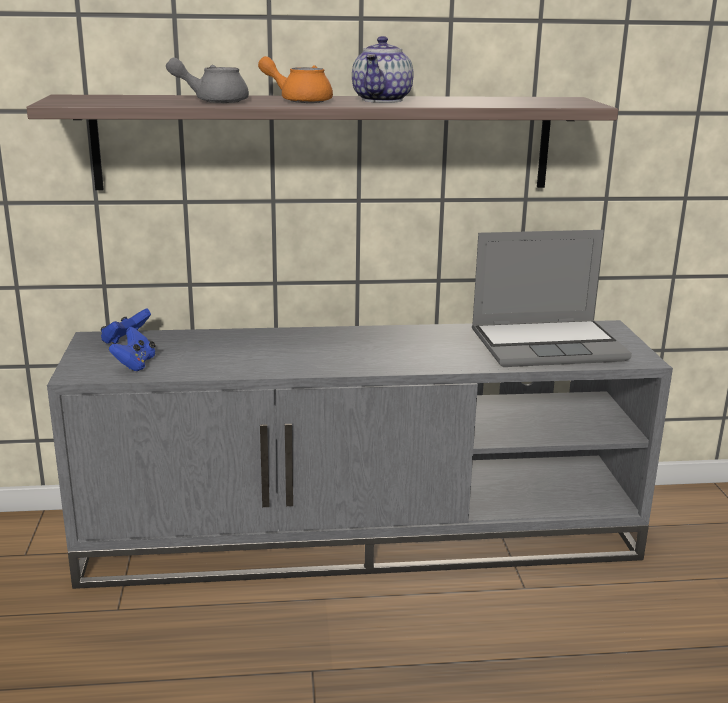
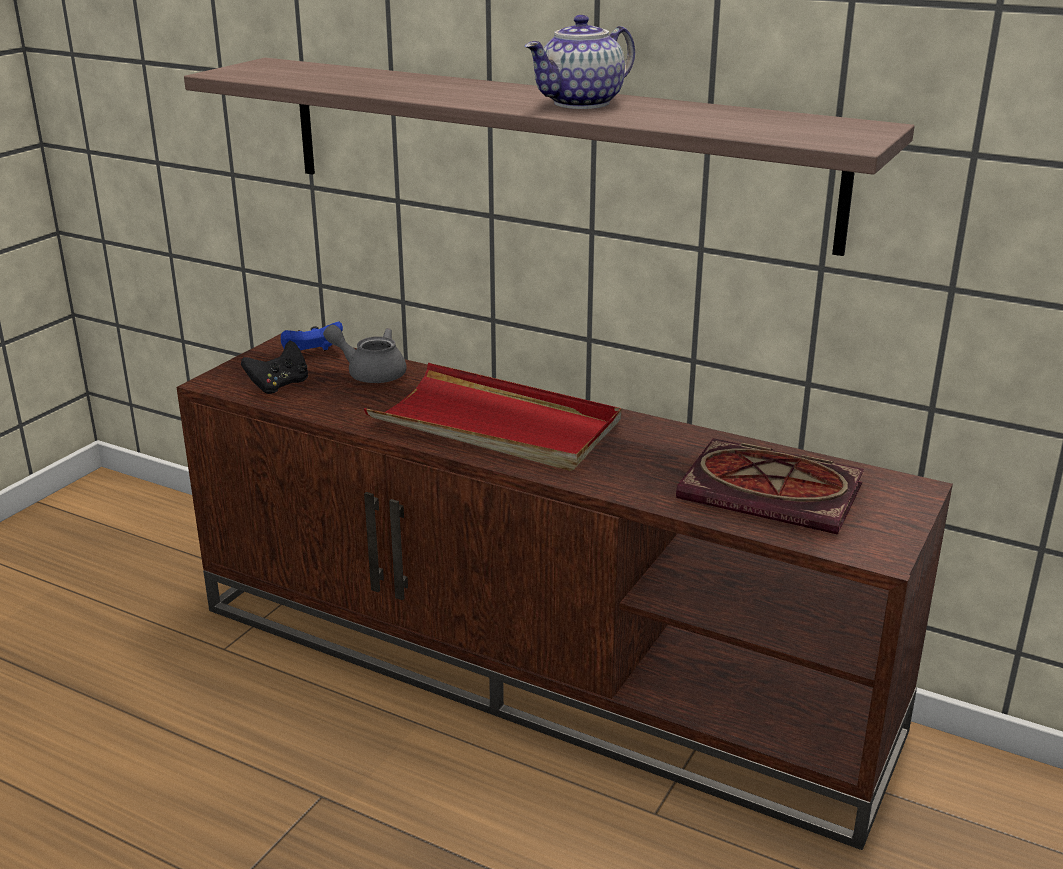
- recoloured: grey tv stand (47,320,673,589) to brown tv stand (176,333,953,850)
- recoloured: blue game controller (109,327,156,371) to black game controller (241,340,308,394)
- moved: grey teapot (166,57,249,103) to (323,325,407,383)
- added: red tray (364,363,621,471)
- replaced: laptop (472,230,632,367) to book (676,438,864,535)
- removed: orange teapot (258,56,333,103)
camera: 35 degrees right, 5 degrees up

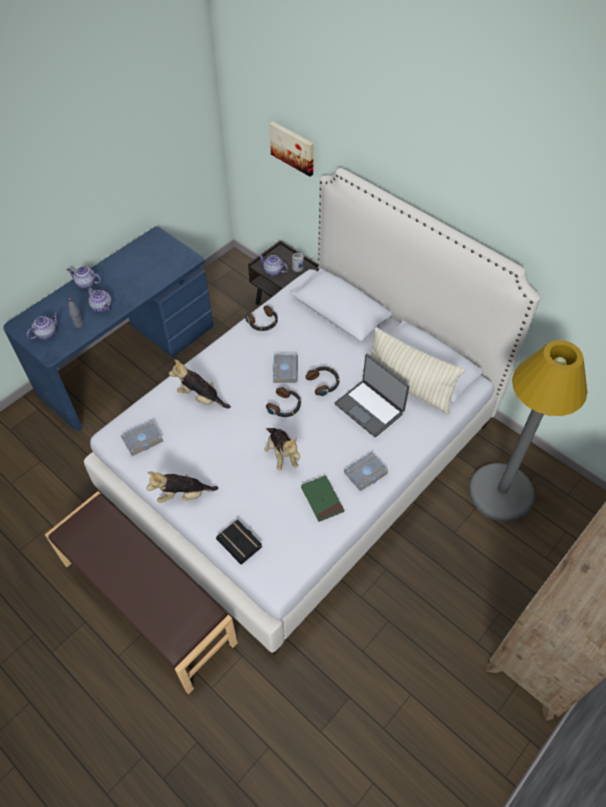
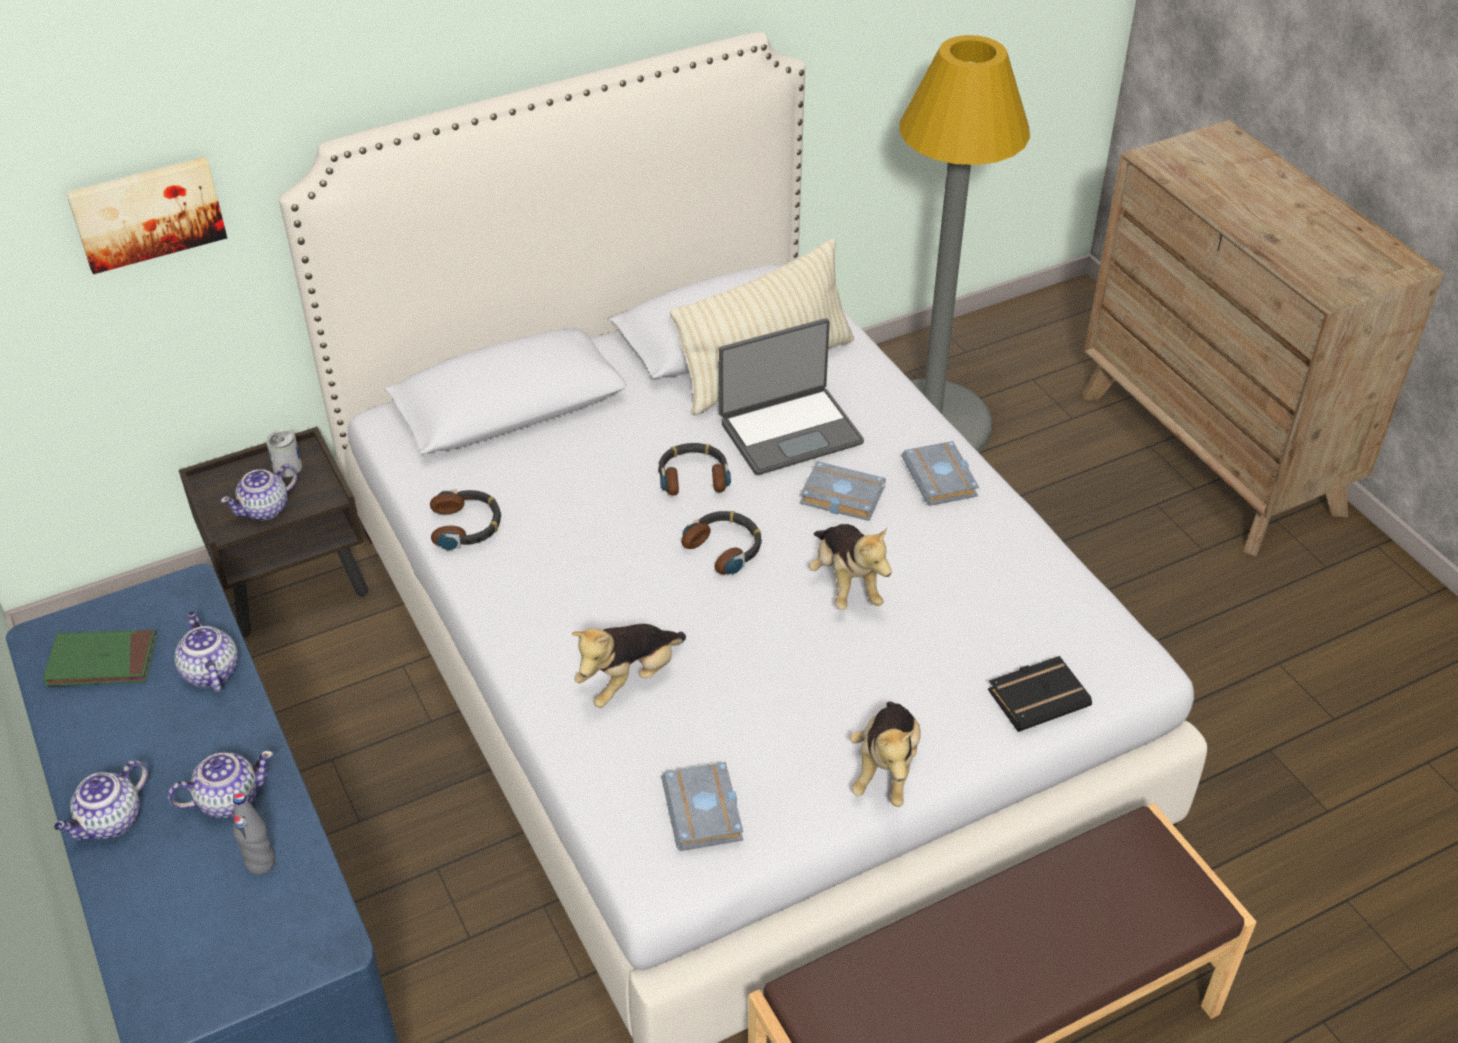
- moved: green book (301,476,344,522) to (43,630,157,686)
- moved: teapot (27,313,58,340) to (175,611,238,693)
- moved: grey book (273,354,298,383) to (800,461,886,521)
- turned: plush toy (264,428,300,471) = (809,524,892,610) 75 degrees clockwise
camera: 70 degrees left, 10 degrees down

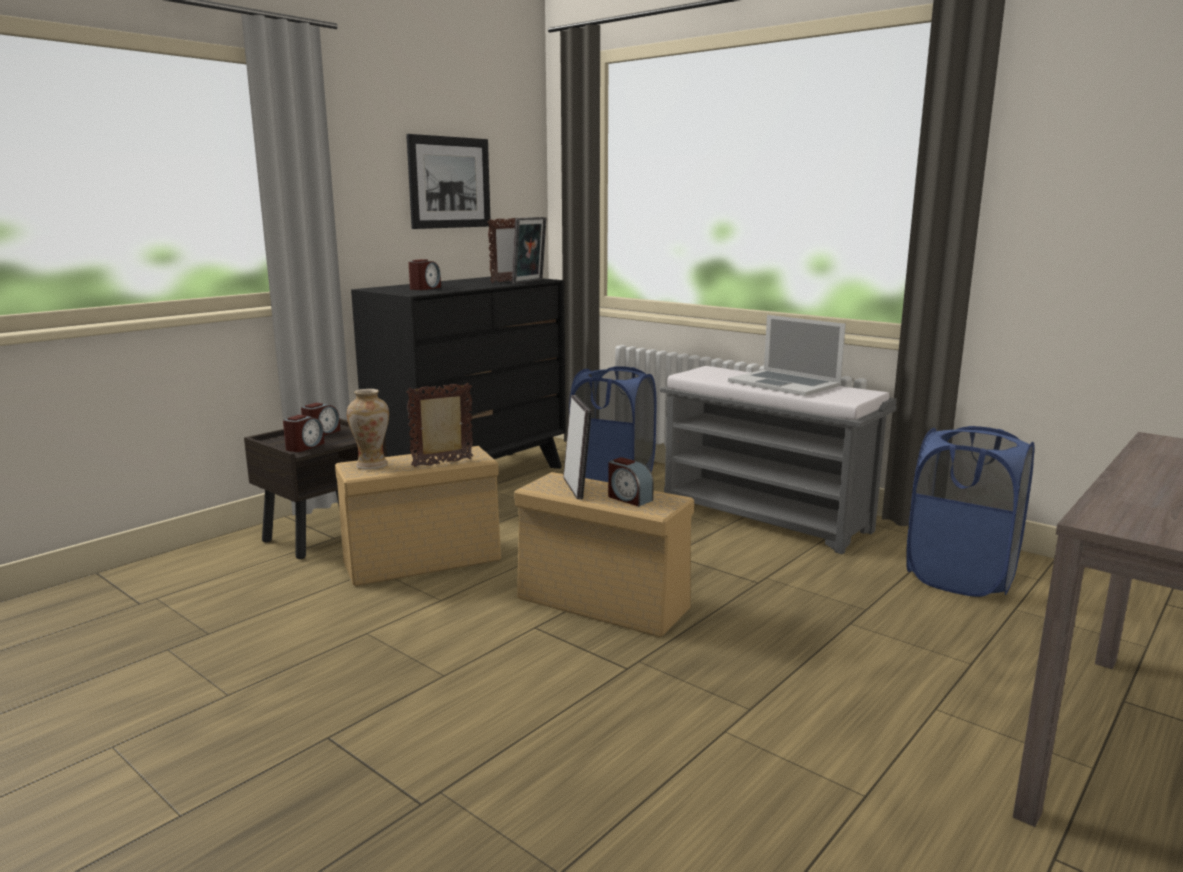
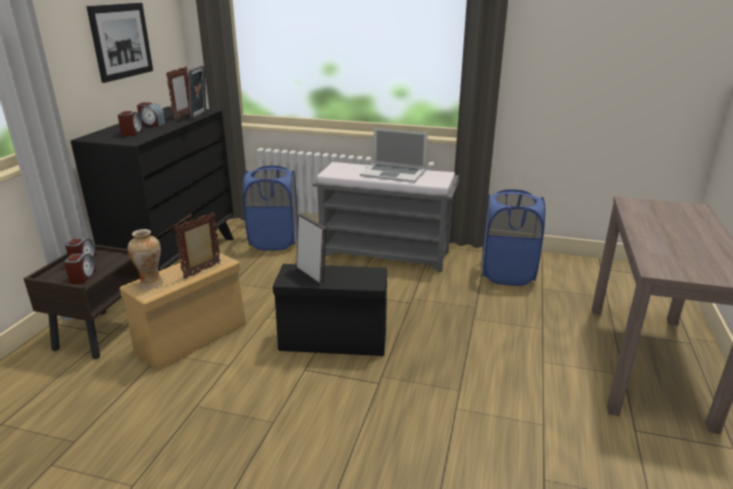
- moved: alarm clock (608,457,654,506) to (137,102,166,126)
- recoloured: beige storage box (514,472,694,637) to black storage box (273,264,387,356)
camera: 25 degrees left, 10 degrees up

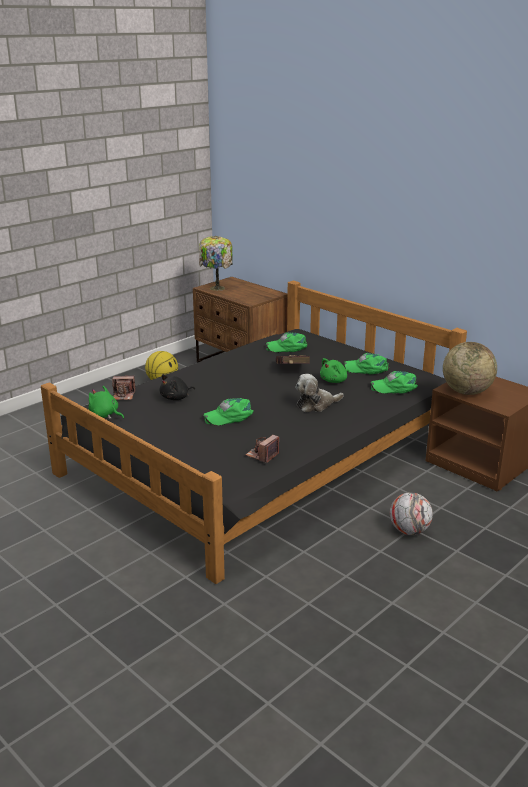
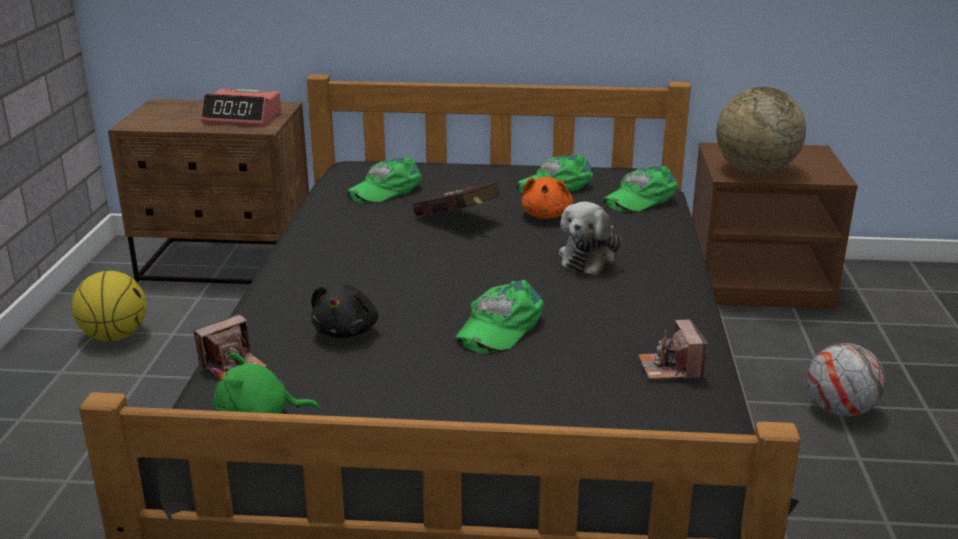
- added: alarm clock (201,89,281,126)
- recoloured: green plush toy (320,358,350,383) to orange plush toy (521,177,573,219)
- removed: table lamp (199,236,233,291)
camera: 40 degrees left, 0 degrees up

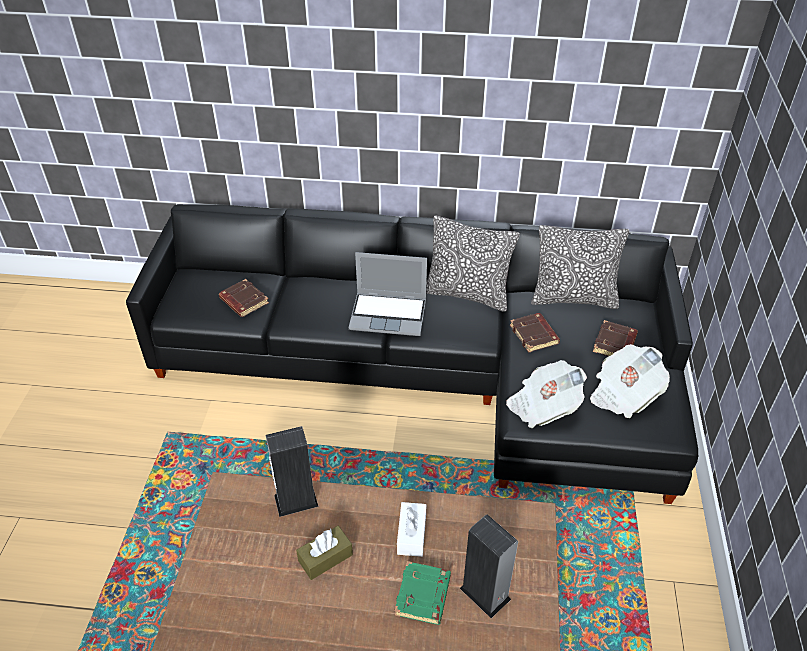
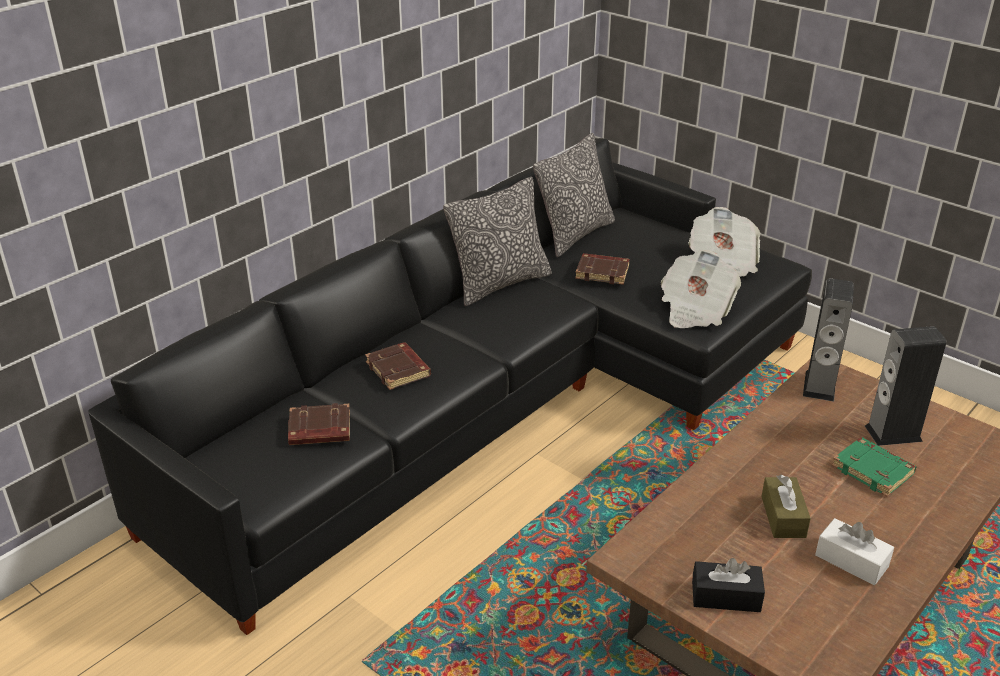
- moved: brown book (593,320,638,356) to (365,342,431,390)
- added: black tissue box (692,558,765,612)
- moved: speaker (266,426,319,517) to (803,278,854,402)
- moved: white tissue box (397,502,427,557) to (815,518,894,585)
- removed: laptop (349,252,427,336)
camera: 55 degrees left, 10 degrees down

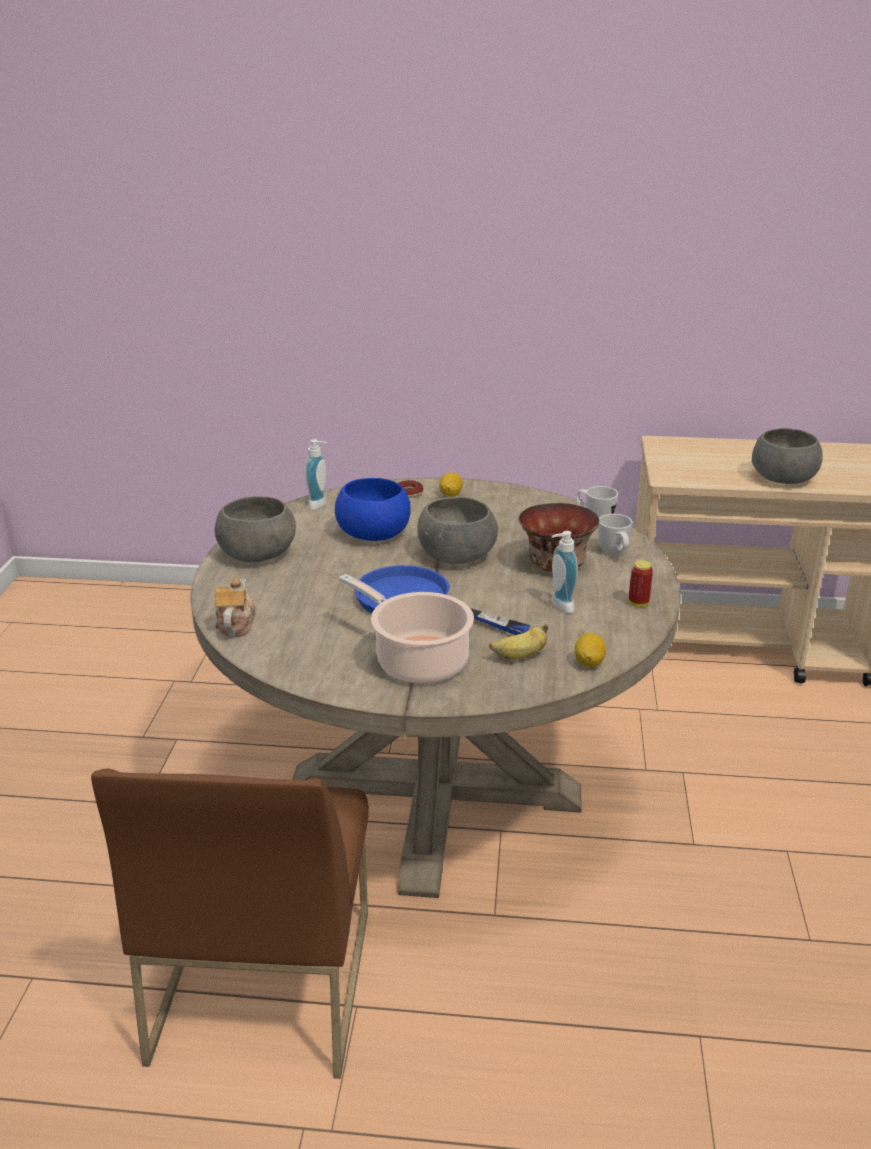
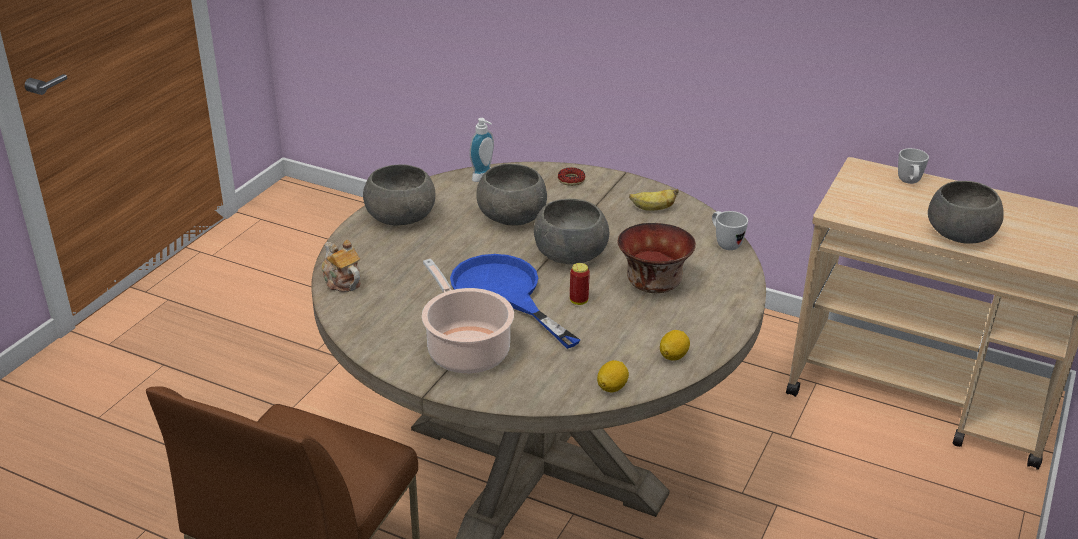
- turned: teapot (215,578,256,637) = (322,240,361,292) 60 degrees counterclockwise
- recoloured: blue bowl (335,478,411,541) to grey bowl (476,164,547,226)
- moved: can (629,560,653,607) to (570,263,590,305)
- moved: banana (489,624,548,660) to (629,189,679,211)
- moved: lemon (439,472,463,497) to (660,330,690,361)
- moved: white mug (598,514,633,555) to (898,148,929,184)
- removed: soap dispenser (551,531,578,613)
camera: 20 degrees right, 5 degrees up

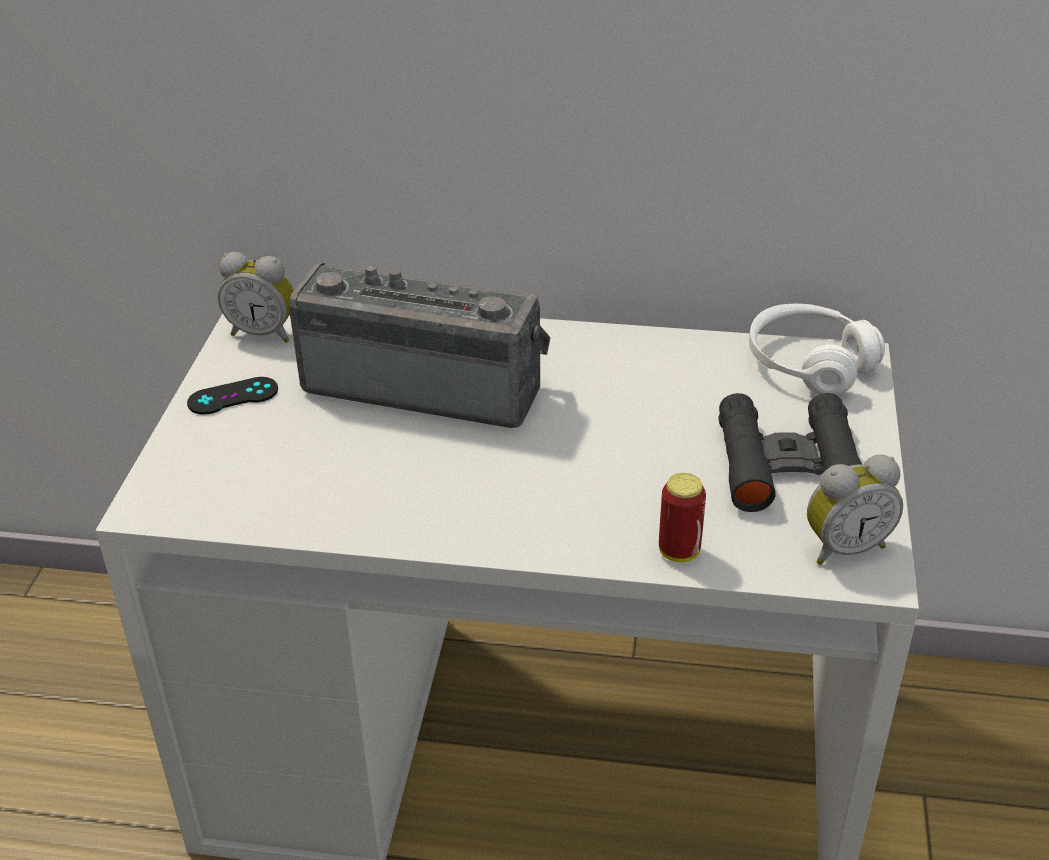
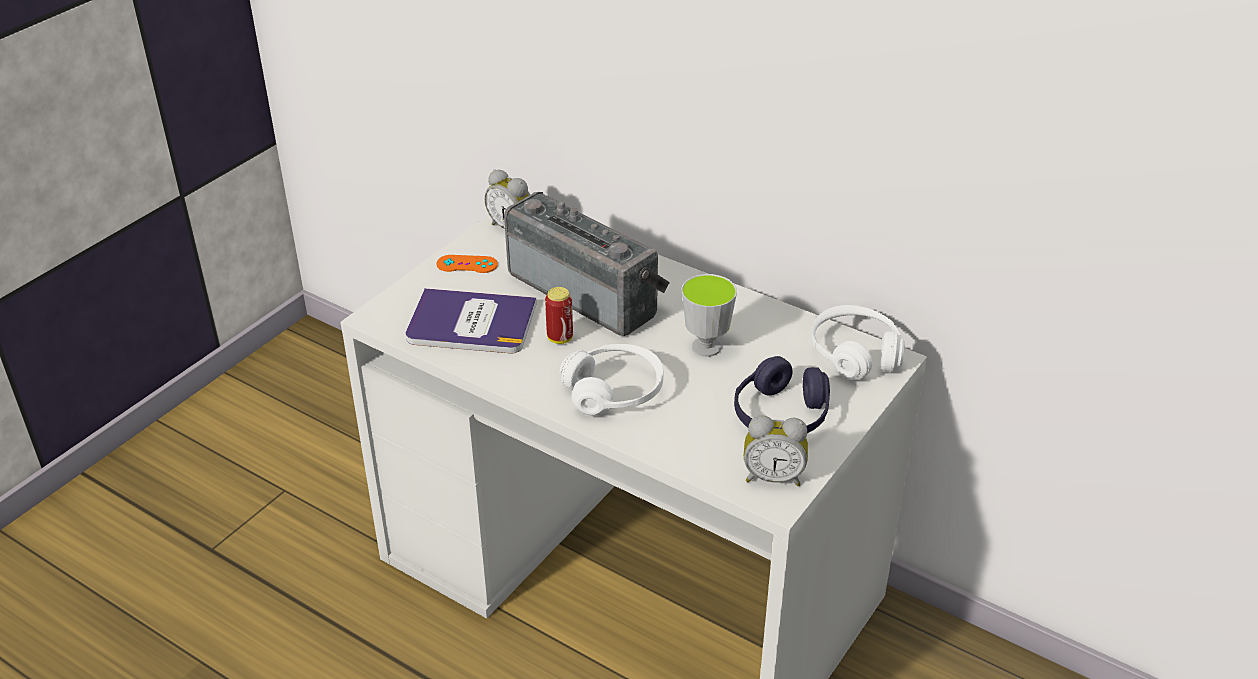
- added: book (406,288,537,353)
- recoloured: black game controller (187,377,278,415) to orange game controller (436,255,498,273)
- moved: can (659,473,706,562) to (545,287,573,344)
- added: white headphones (560,344,663,416)
- added: cup (682,274,737,357)
- replaced: black binoculars (719,393,862,512) to purple headphones (734,356,830,433)
camera: 25 degrees right, 0 degrees up

